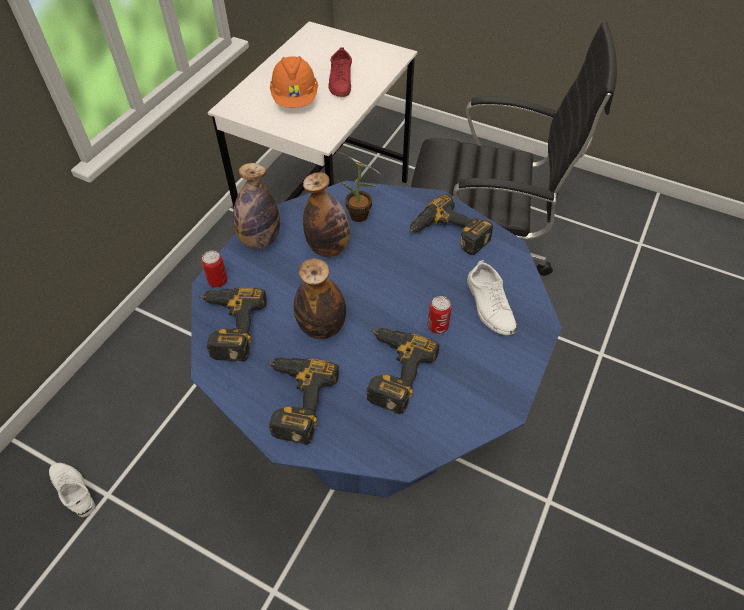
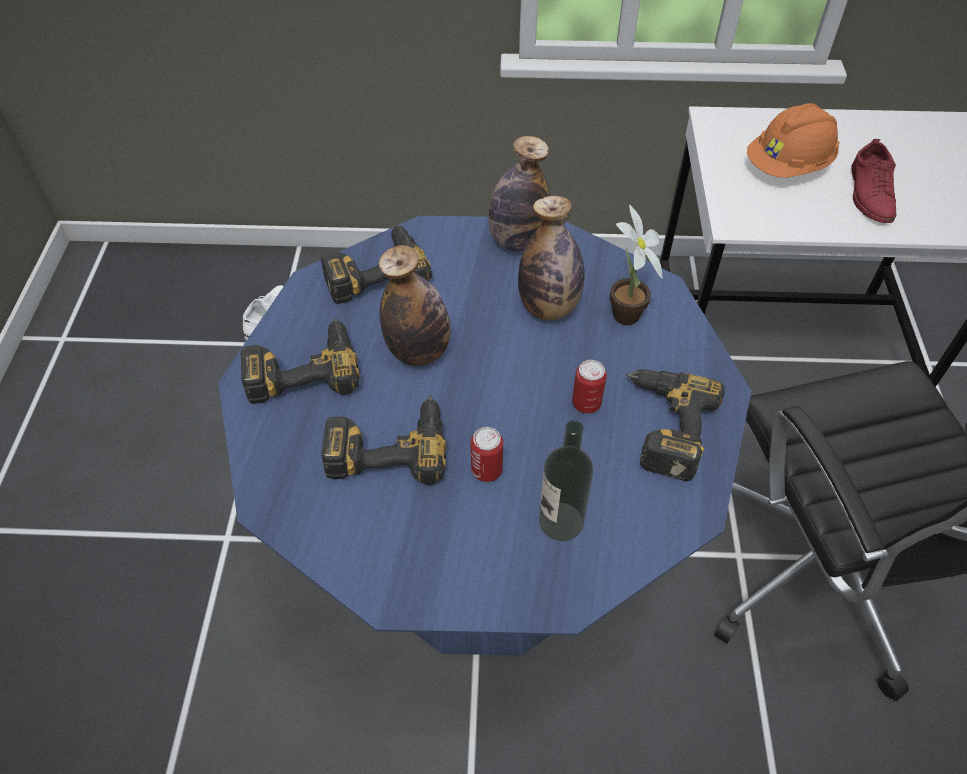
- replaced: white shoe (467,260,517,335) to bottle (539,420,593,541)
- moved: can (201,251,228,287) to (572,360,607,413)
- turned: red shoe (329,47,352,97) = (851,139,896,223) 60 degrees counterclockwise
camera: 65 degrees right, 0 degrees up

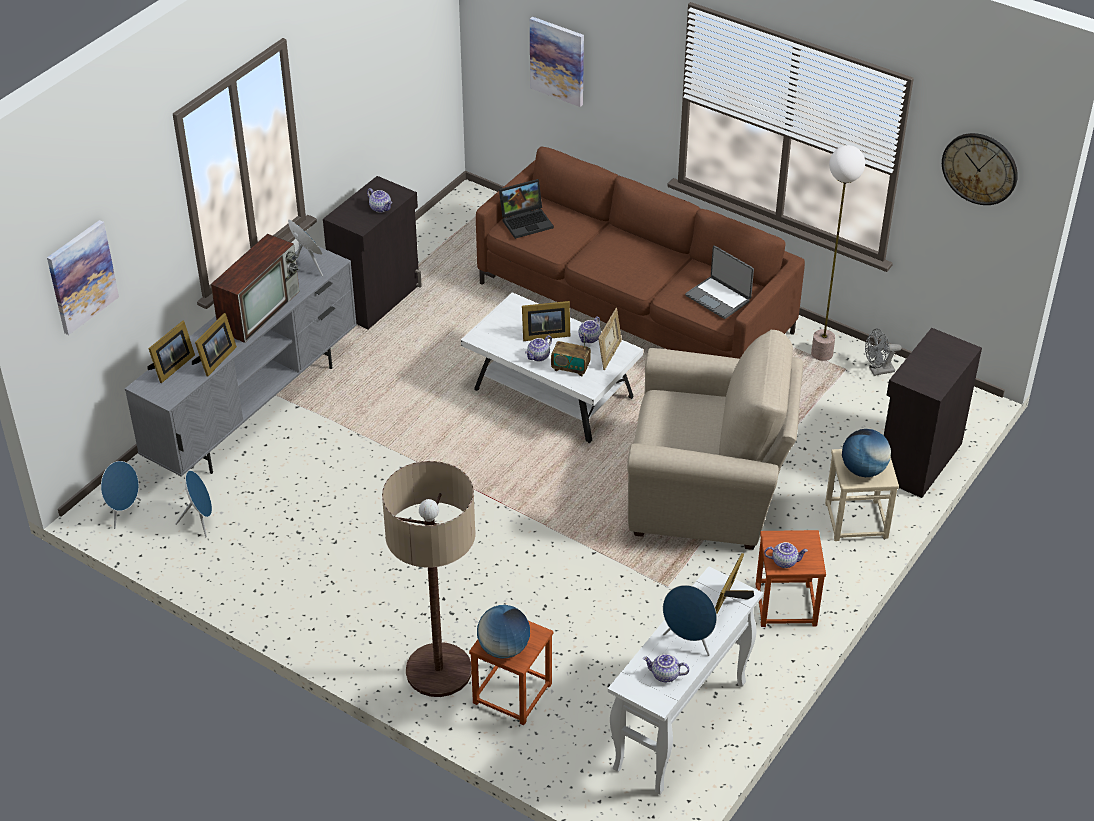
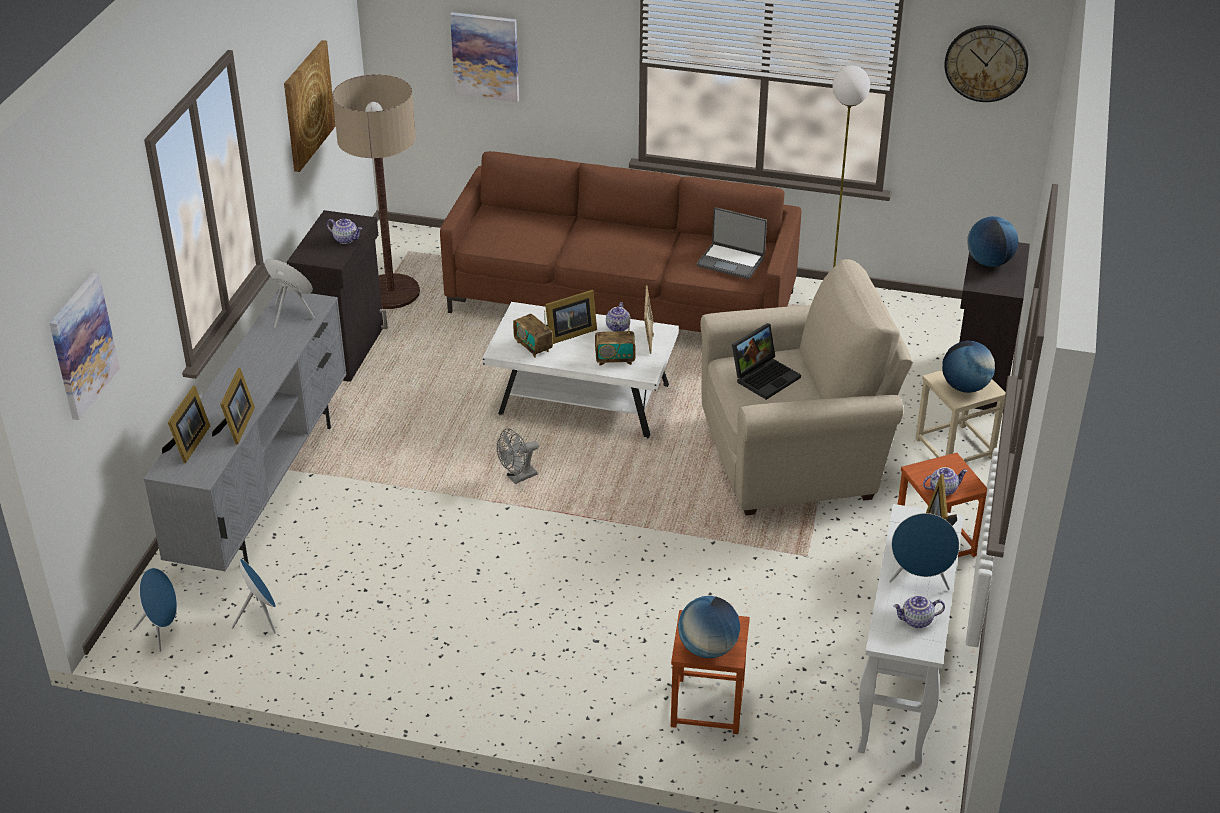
- added: picture (284,40,336,172)
- moved: floor lamp (382,461,476,697) to (332,74,420,309)
- moved: grey fan (865,329,901,376) to (497,428,539,484)
- added: radio (513,310,553,358)
- moved: laptop (499,179,554,239) to (732,323,801,400)
- added: globe (967,216,1018,267)
- removed: television (211,234,300,343)
- removed: teapot (525,335,552,361)
camera: 20 degrees left, 5 degrees down

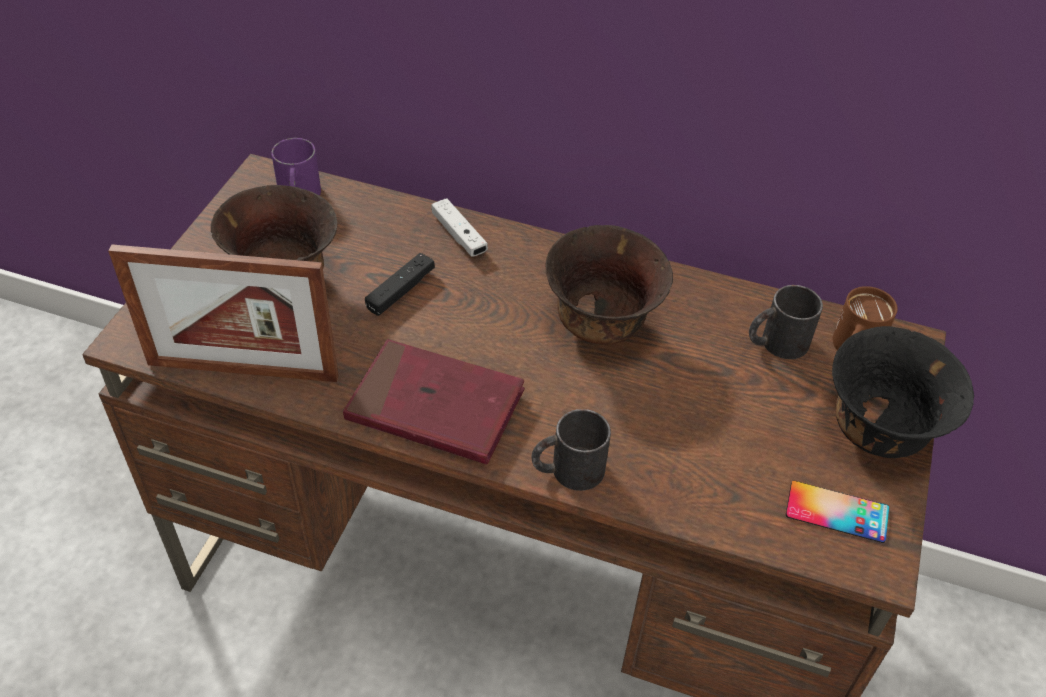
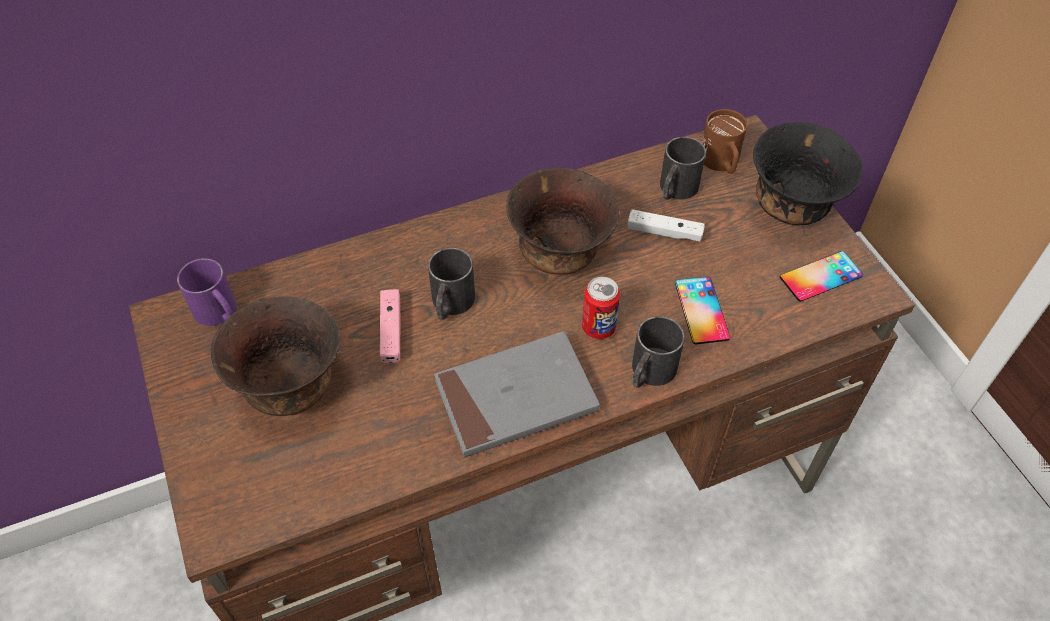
- recoloured: black game controller (365,253,435,316) to pink game controller (380,289,400,363)
- added: black mug (428,248,475,320)
- recoloured: red book (343,339,525,464) to grey book (434,331,600,458)
- added: can (582,277,620,339)
- moved: white game controller (432,198,488,257) to (628,209,705,242)
- added: phone (675,277,730,344)
- removed: picture frame (108,244,339,382)
camera: 40 degrees left, 5 degrees up

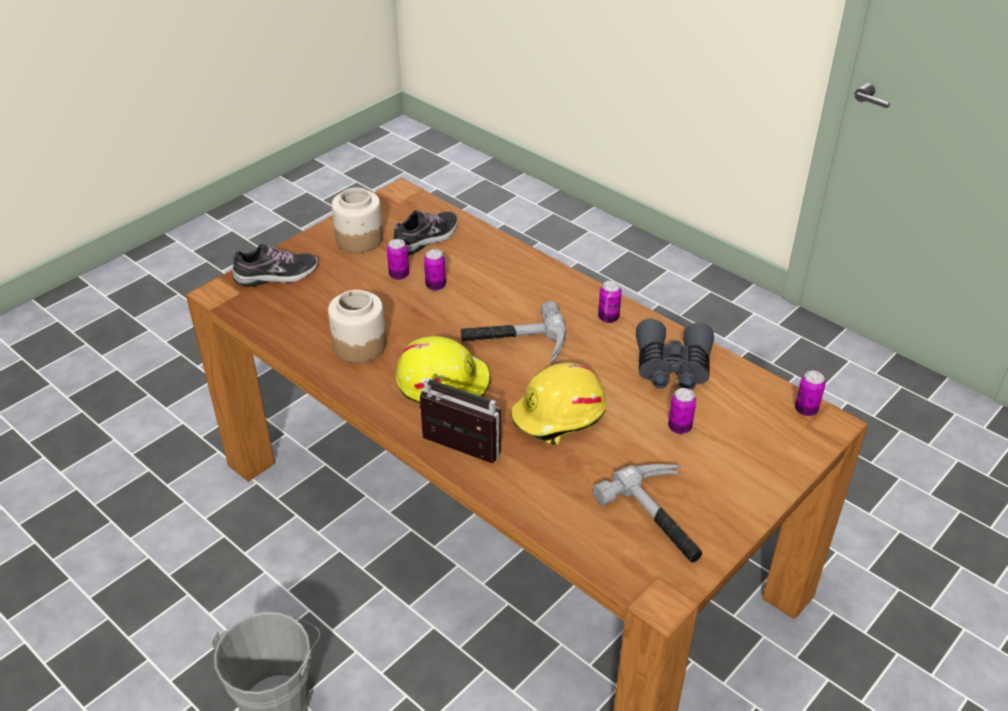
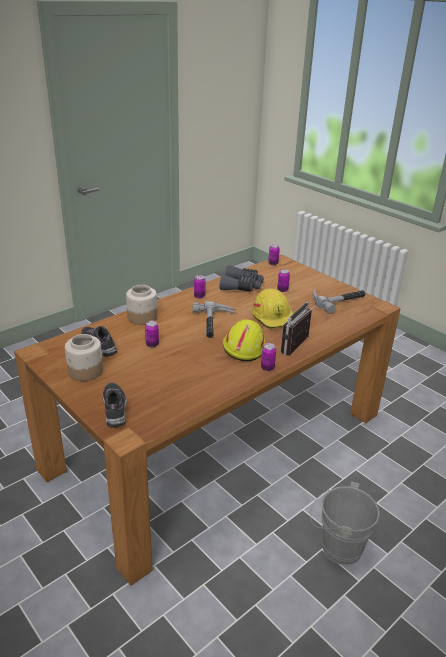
- moved: jar (328,290,386,363) to (126,285,157,325)
- moved: can (387,239,409,280) to (261,343,276,371)
camera: 85 degrees left, 10 degrees down

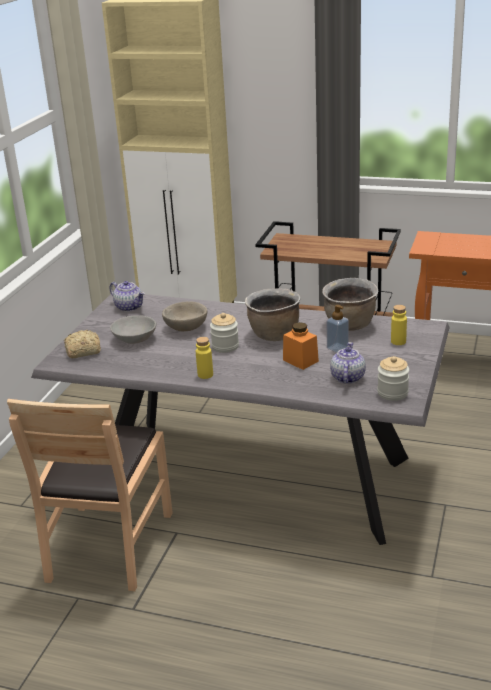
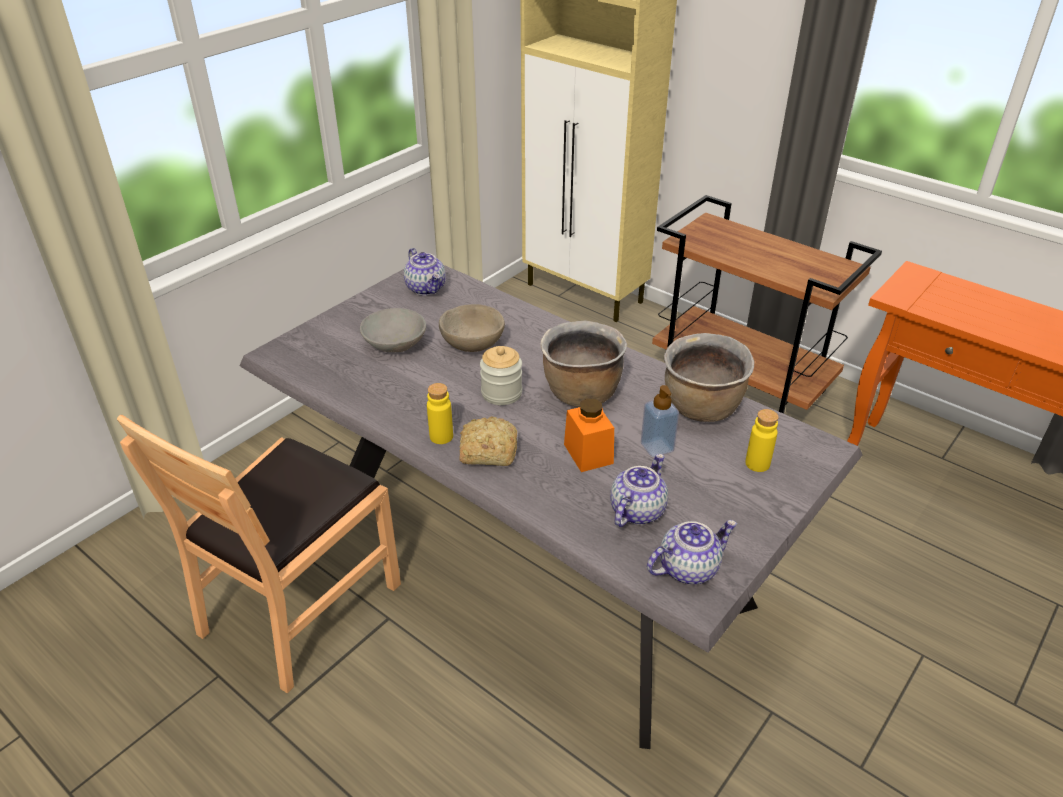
- moved: bread (64,330,101,358) to (459,416,517,466)
- replaced: jar (377,356,409,401) to teapot (647,520,737,584)
camera: 20 degrees right, 10 degrees up

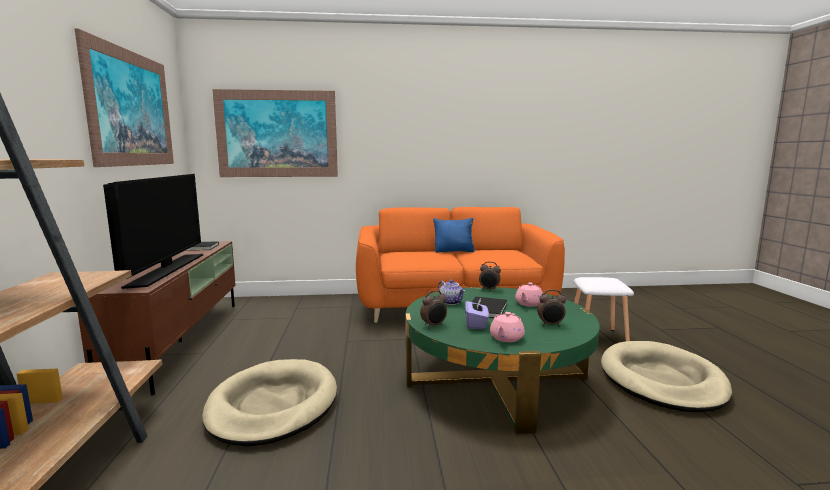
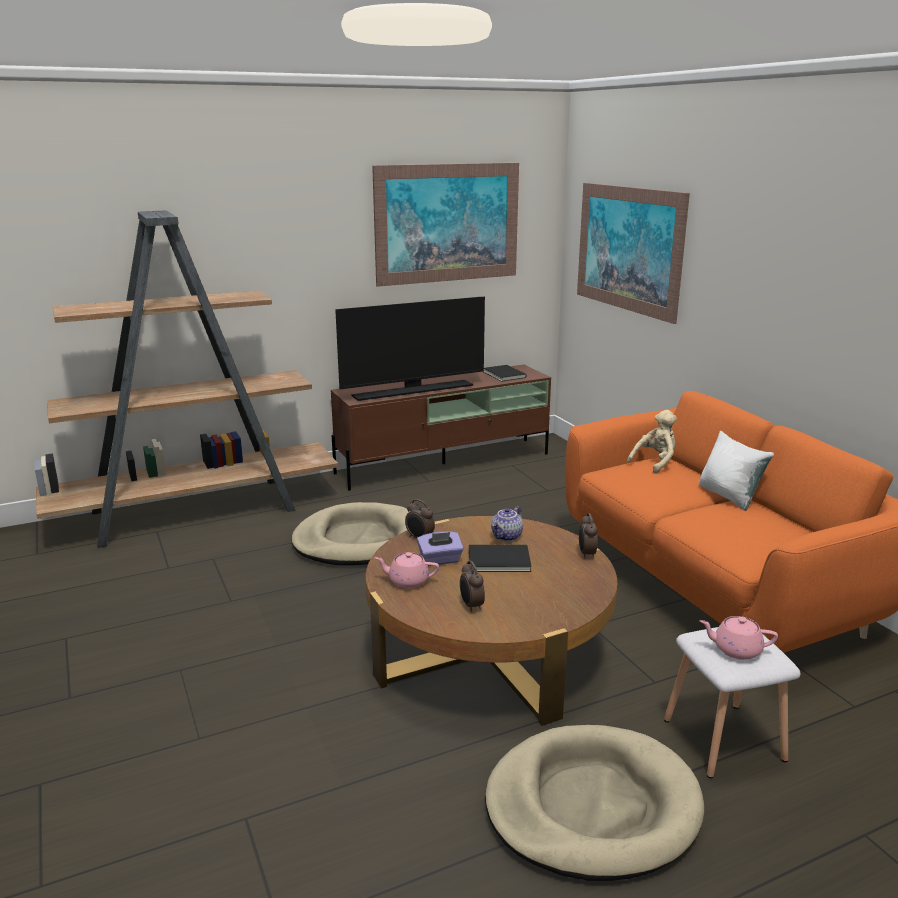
- recoloured: green coffee table (405,287,600,434) to brown coffee table (366,516,617,726)
- added: beige plush toy (627,410,677,474)
- recoloured: blue pillow (433,218,475,253) to white pillow (698,431,774,511)
- moved: pink teapot (515,282,543,307) to (699,616,778,660)
camera: 70 degrees right, 10 degrees up

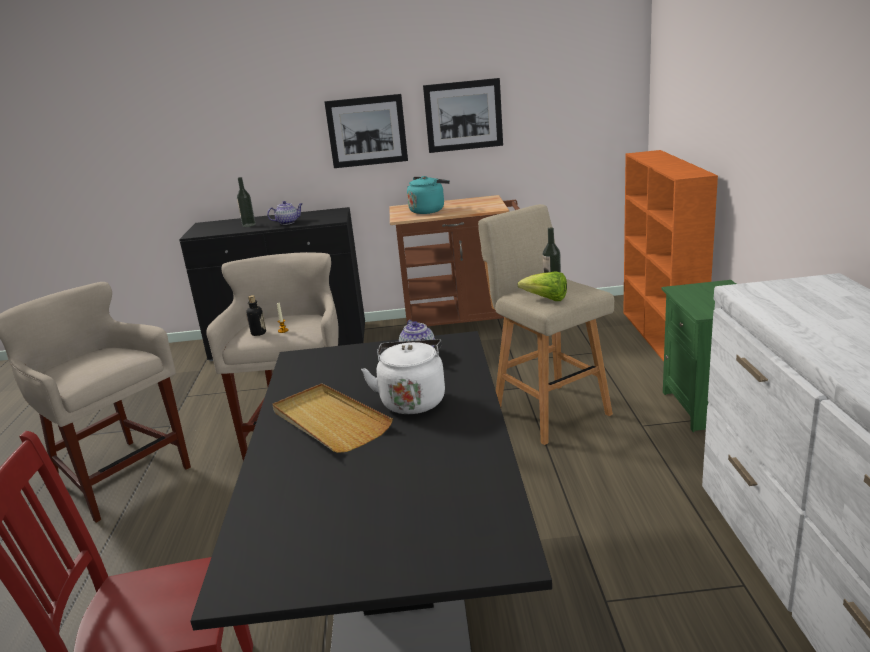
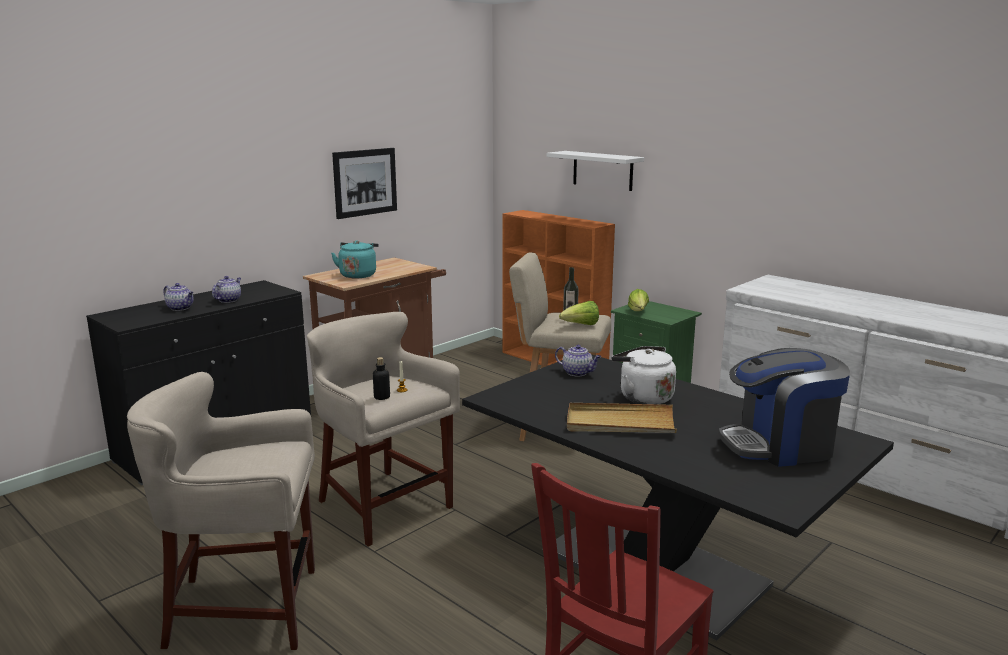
- replaced: bottle (237,177,256,227) to teapot (163,283,194,311)
- added: white shelf (547,151,644,191)
- added: lettuce (628,289,649,311)
- added: coffee machine (719,348,850,467)
- removed: picture (325,94,408,168)
camera: 45 degrees left, 5 degrees down

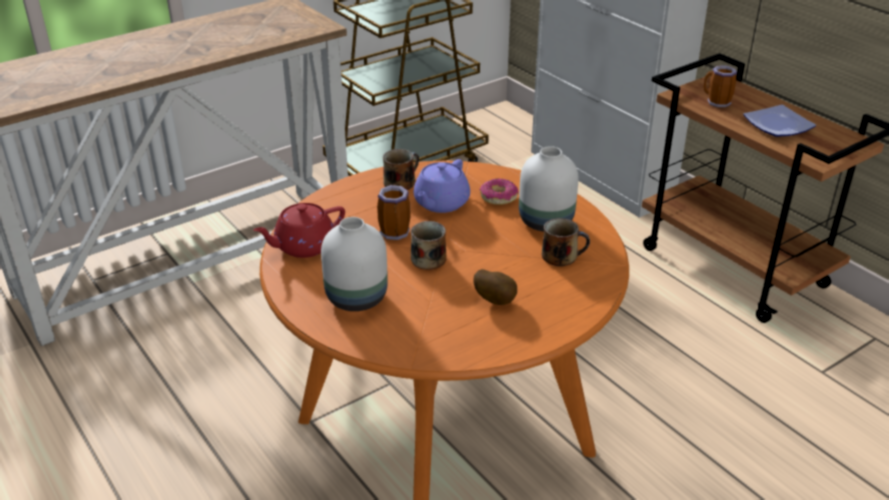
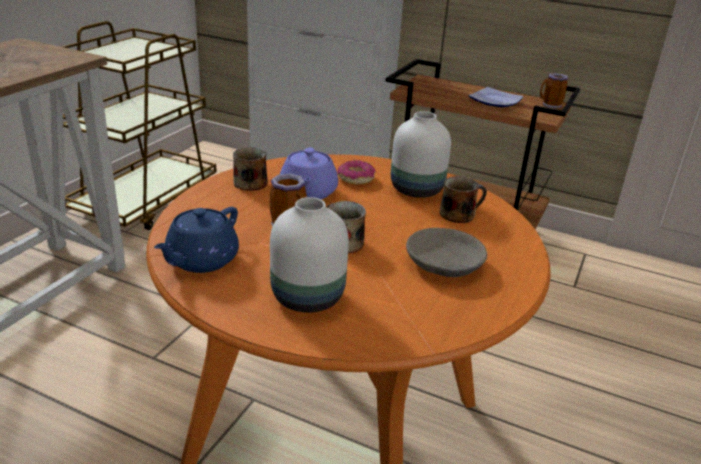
- recoloured: red teapot (253,203,345,258) to blue teapot (154,207,239,273)
- replaced: potato (473,269,517,305) to grey bowl (406,228,487,277)
- moved: mug (703,65,737,107) to (540,73,568,109)
camera: 30 degrees left, 5 degrees down

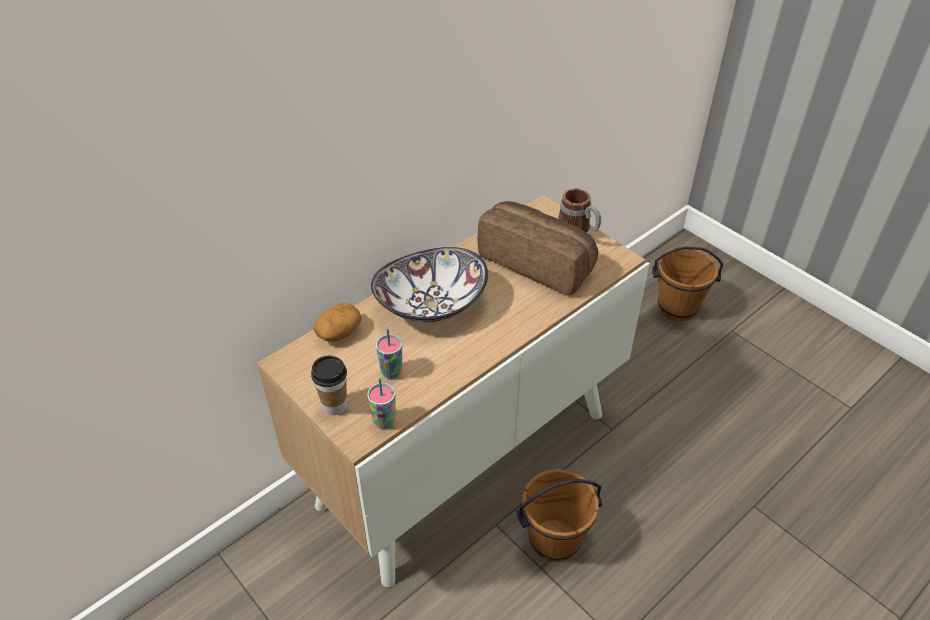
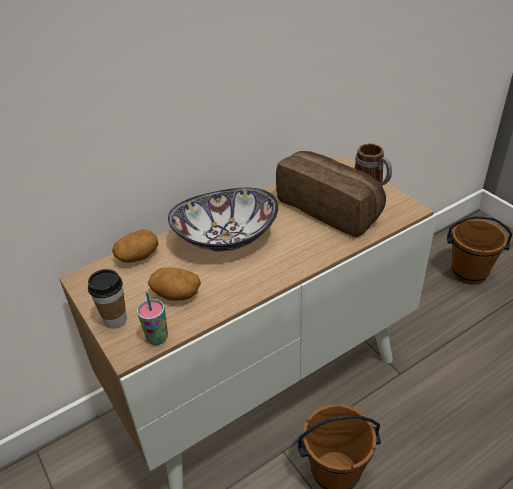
- replaced: cup (376,328,402,379) to potato (148,267,201,301)
camera: 10 degrees right, 5 degrees down

